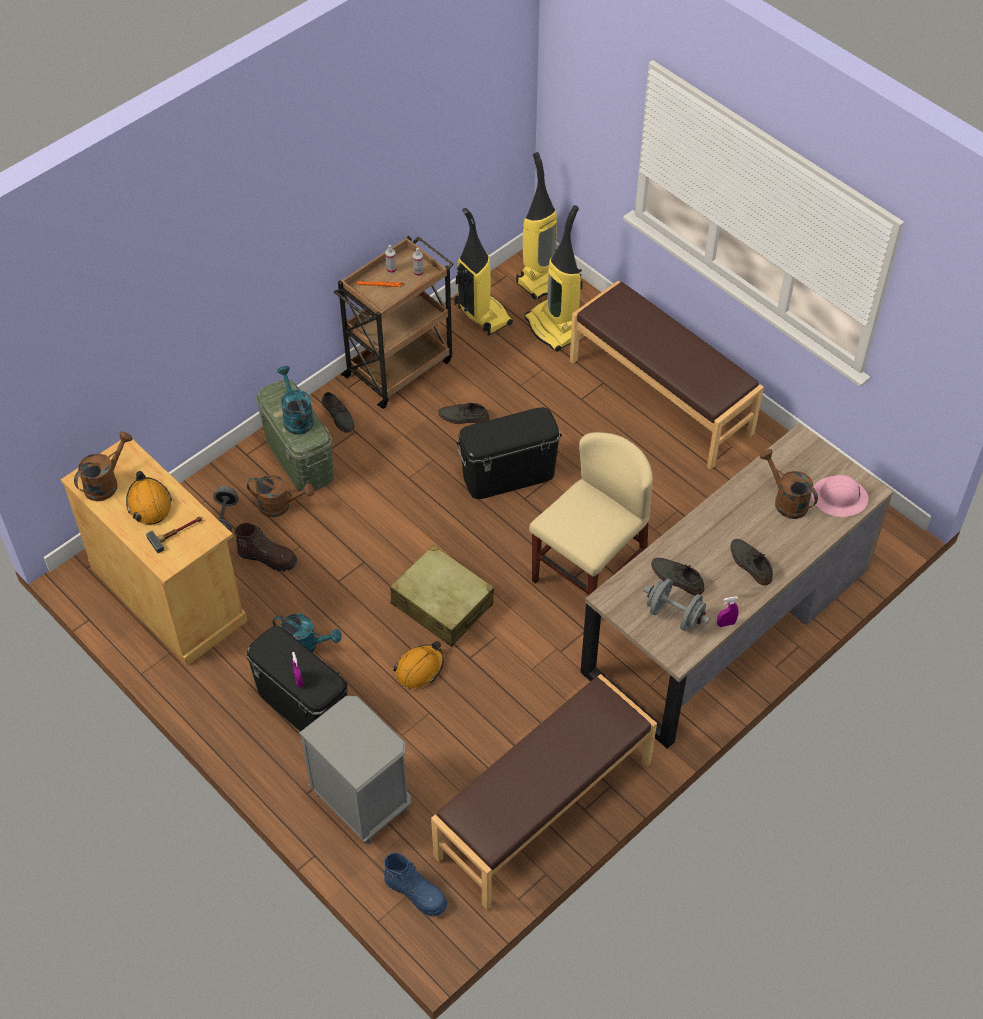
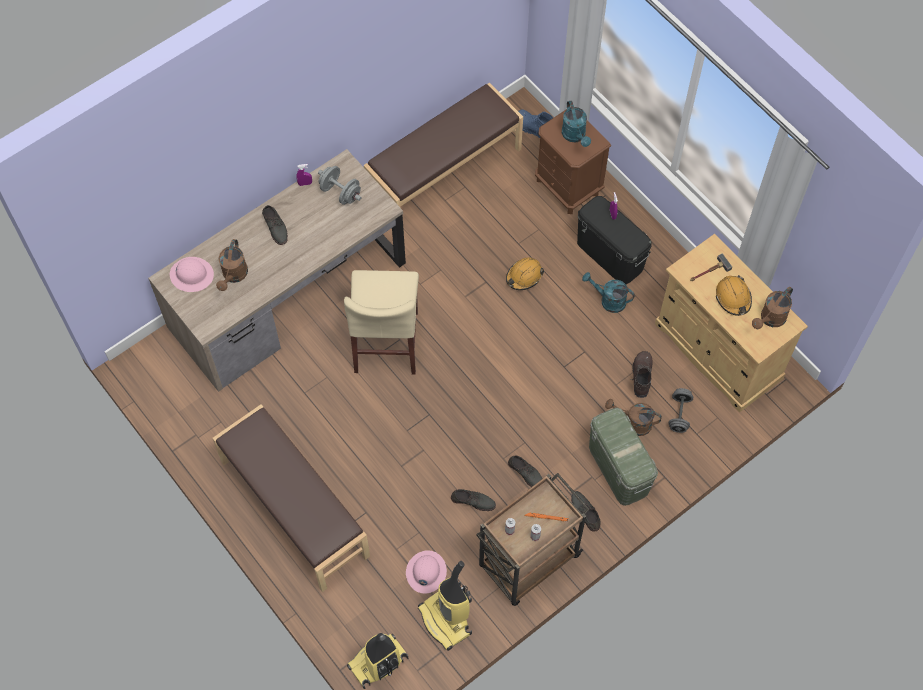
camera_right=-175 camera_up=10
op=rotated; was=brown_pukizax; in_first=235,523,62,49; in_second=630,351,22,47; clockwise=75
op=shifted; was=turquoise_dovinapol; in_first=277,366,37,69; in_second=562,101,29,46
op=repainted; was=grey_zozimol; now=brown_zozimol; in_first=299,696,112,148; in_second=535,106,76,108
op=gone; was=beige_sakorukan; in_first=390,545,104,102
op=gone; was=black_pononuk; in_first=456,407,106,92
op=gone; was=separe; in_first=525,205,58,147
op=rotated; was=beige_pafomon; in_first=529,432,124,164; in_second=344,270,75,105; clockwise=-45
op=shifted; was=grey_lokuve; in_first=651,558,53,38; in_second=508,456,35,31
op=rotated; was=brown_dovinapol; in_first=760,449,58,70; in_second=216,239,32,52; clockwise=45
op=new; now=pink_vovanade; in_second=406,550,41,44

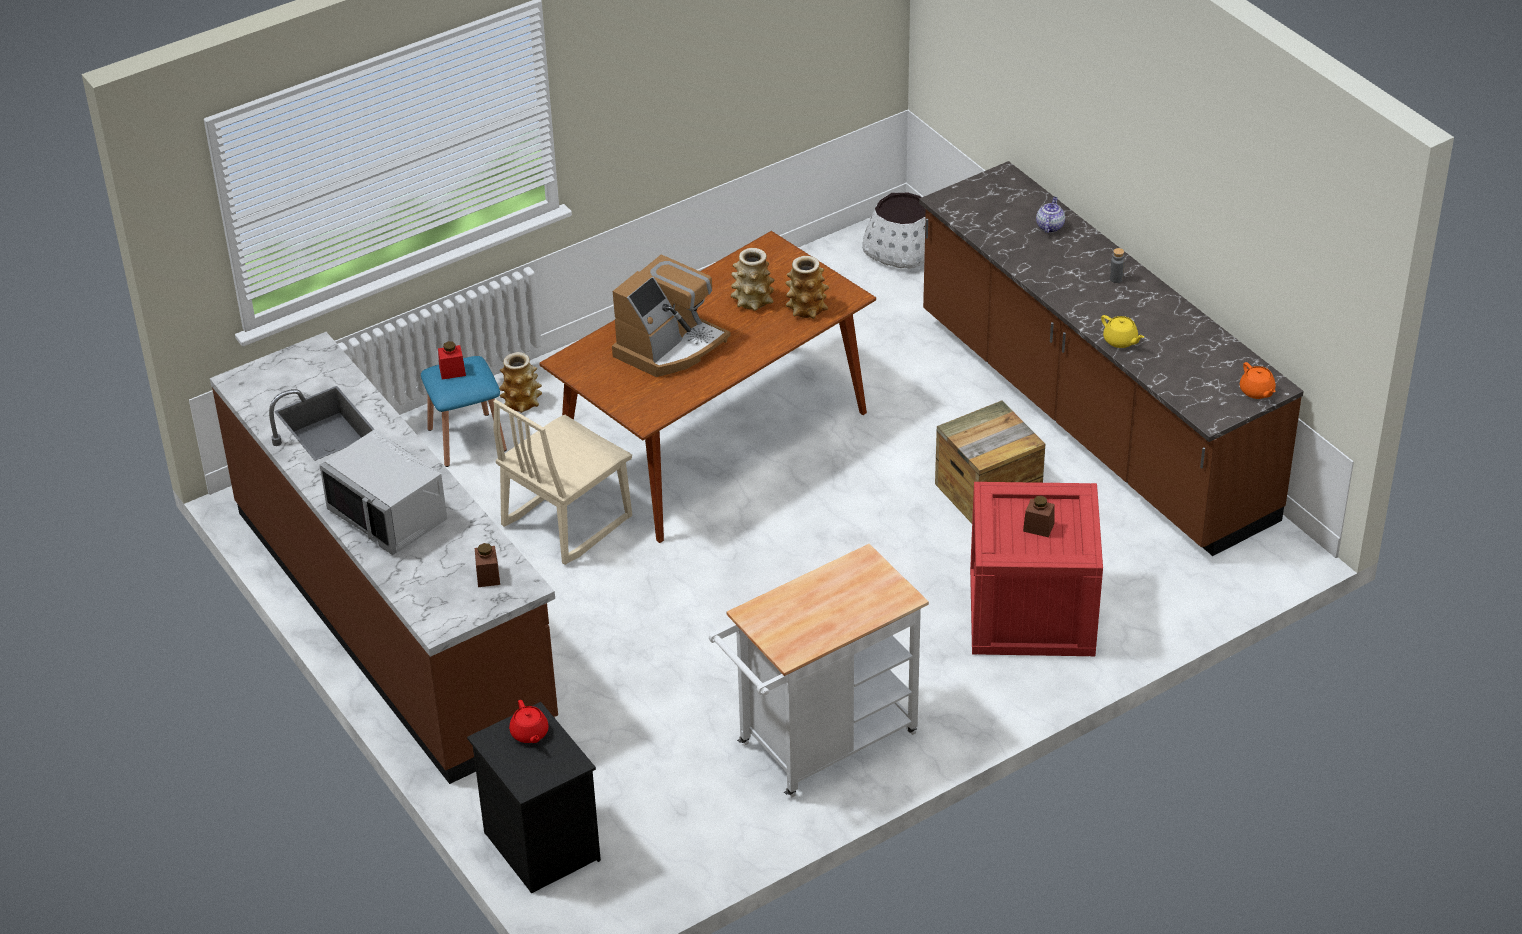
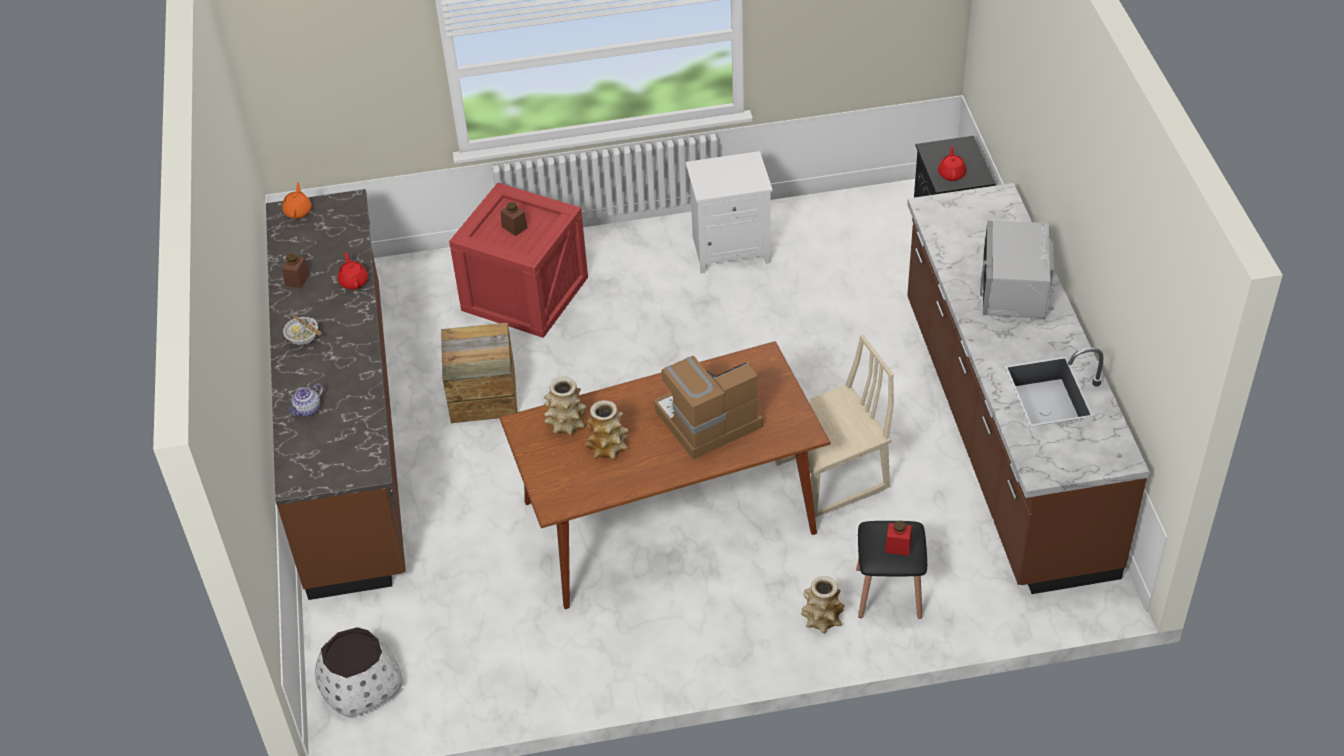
camera_right=-155 camera_up=5
op=rotated; was=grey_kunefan; in_first=319,429,128,126; in_second=980,220,74,99; clockwise=-150
op=repainted; was=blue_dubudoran; now=black_dubudoran; in_first=421,356,86,111; in_second=856,521,71,98
op=shifted; was=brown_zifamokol; in_first=475,543,25,44; in_second=282,253,28,35
op=swapped; was=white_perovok; now=white_zozimol; in_first=709,544,220,253; in_second=686,151,87,123
op=repainted; was=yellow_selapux; now=red_selapux; in_first=1101,315,43,33; in_second=338,252,30,37
op=swapped; was=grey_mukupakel; now=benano; in_first=1110,248,15,35; in_second=283,314,39,31

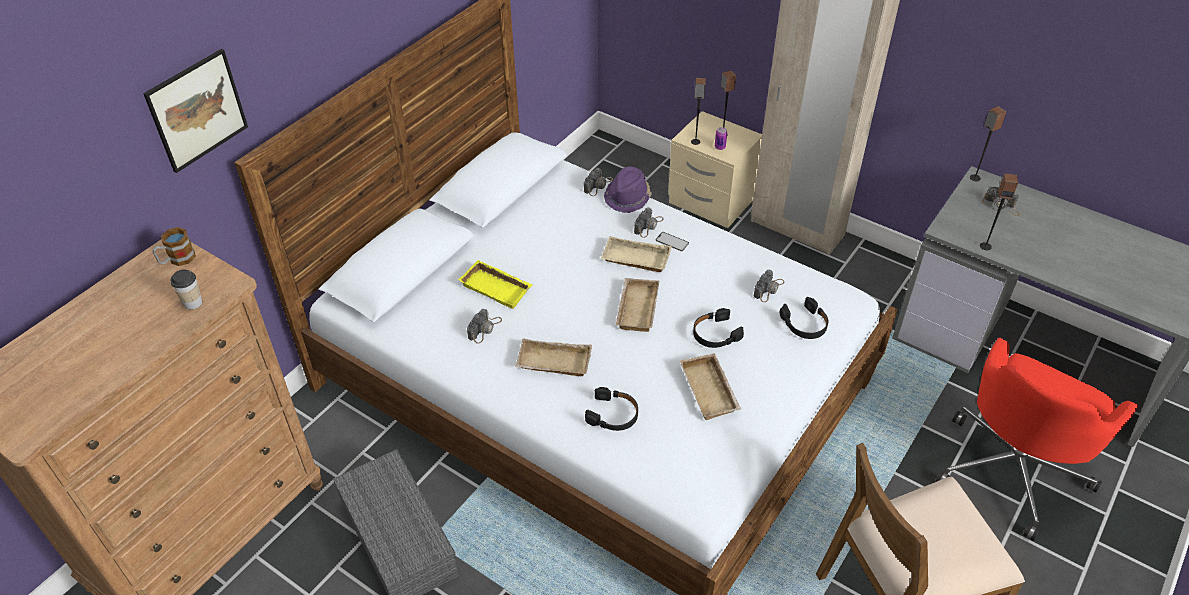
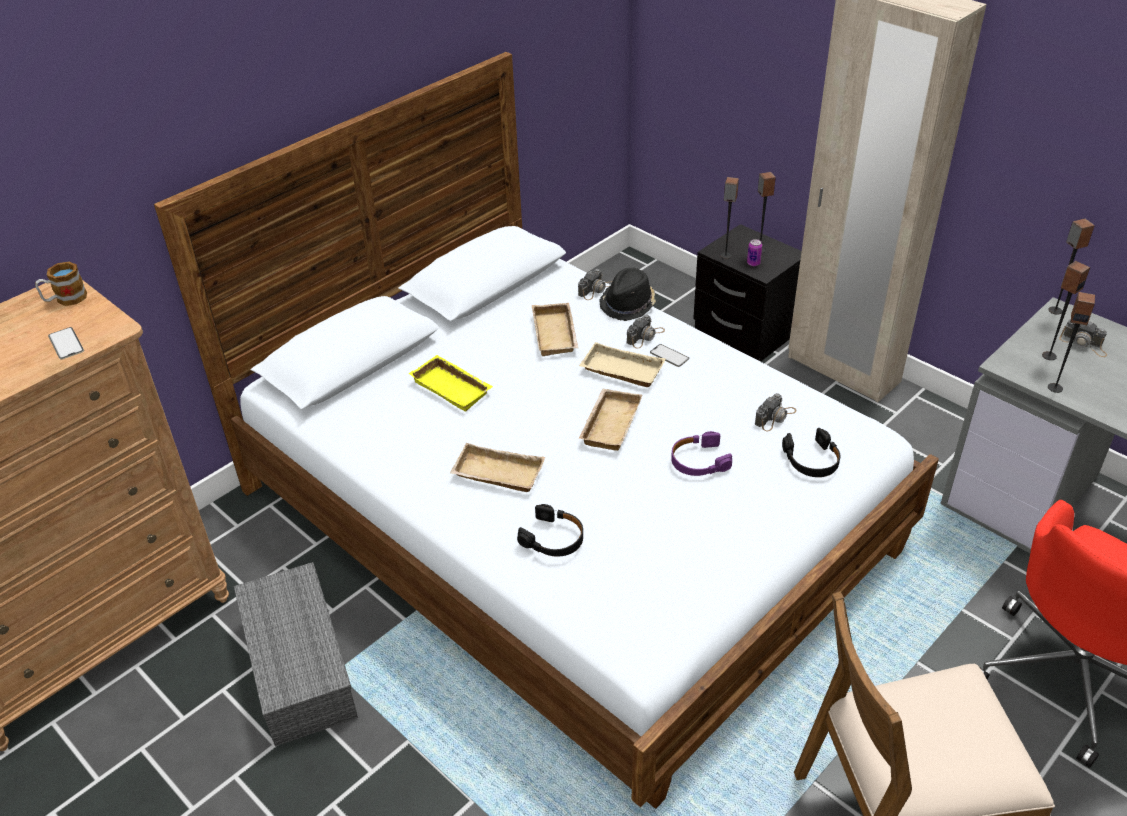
camera_right=10 camera_up=-5
op=gone; was=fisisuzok; in_first=143,49,105,124
op=swapped; was=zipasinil; now=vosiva; in_first=171,269,31,41; in_second=48,327,36,33
op=gone; was=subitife; in_first=467,309,35,35
op=repainted; was=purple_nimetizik; now=black_nimetizik; in_first=604,166,48,47; in_second=600,268,56,53
op=repainted; was=beige_zozimol; now=black_zozimol; in_first=668,111,94,117; in_second=693,224,109,138
op=shifted; was=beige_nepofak; in_first=680,353,61,67; in_second=532,303,47,53
op=repainted; was=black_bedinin; now=purple_bedinin; in_first=693,308,51,40; in_second=671,431,61,45
op=new; now=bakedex; in_second=1042,261,48,99

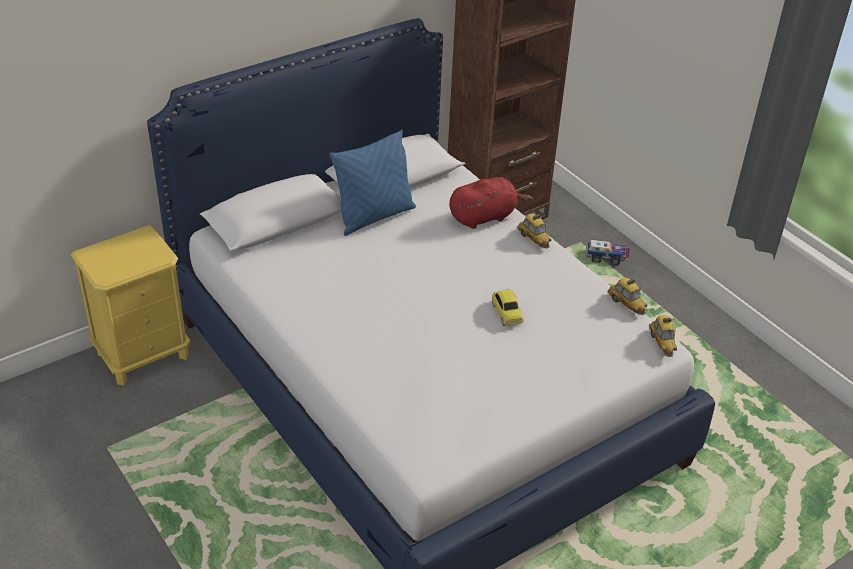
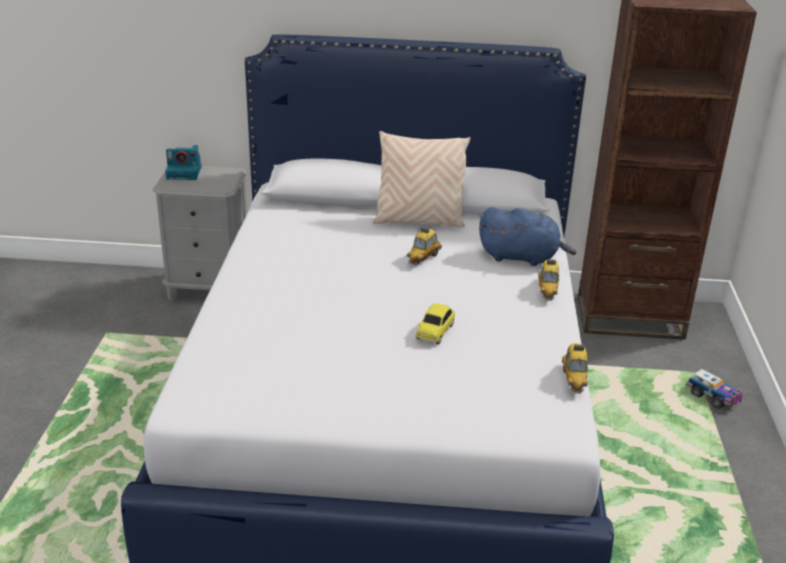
camera_right=40 camera_up=-10
op=repainted; was=yellow_zozimol; now=grey_zozimol; in_first=71,225,119,160; in_second=152,166,95,135
op=repainted; was=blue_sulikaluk; now=beige_sulikaluk; in_first=329,130,87,106; in_second=373,131,98,97
op=repainted; was=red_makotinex; now=blue_makotinex; in_first=449,177,84,52; in_second=479,207,97,59
op=shifted; was=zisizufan; in_first=649,315,28,42; in_second=407,227,35,38
op=new; now=subitife; in_second=165,145,37,35

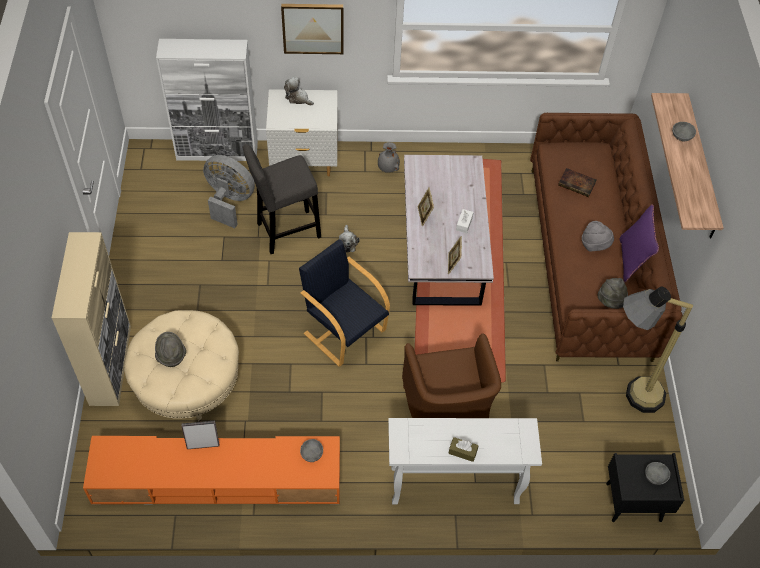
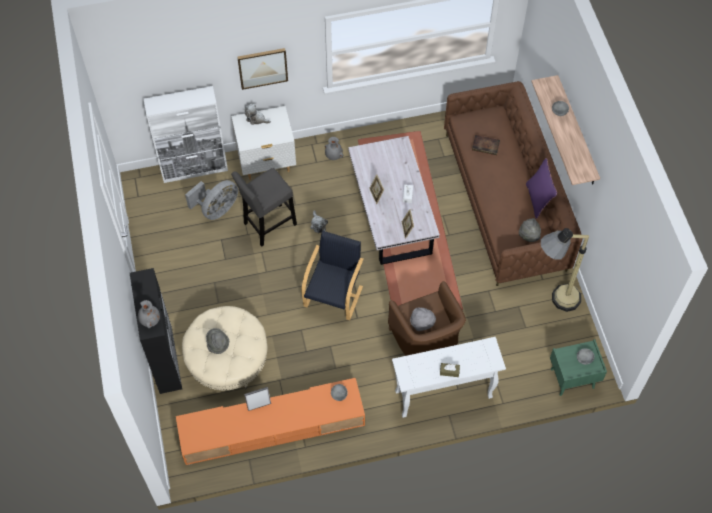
camera_right=-10 camera_up=5
op=repainted; was=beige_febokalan; now=black_febokalan; in_first=52,232,79,174; in_second=130,268,52,126
op=rotated; was=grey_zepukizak; in_first=203,155,52,73; in_second=185,180,53,40; clockwise=120
op=rotated; was=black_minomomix; in_first=299,239,91,128; in_second=301,231,63,89; clockwise=75
op=shifted; was=grey_nimetizik; in_first=582,221,32,31; in_second=410,308,26,23
op=repainted; was=black_zozimol; now=green_zozimol; in_first=606,453,78,69; in_second=550,339,57,57
op=new; now=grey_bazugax; in_second=138,300,22,28

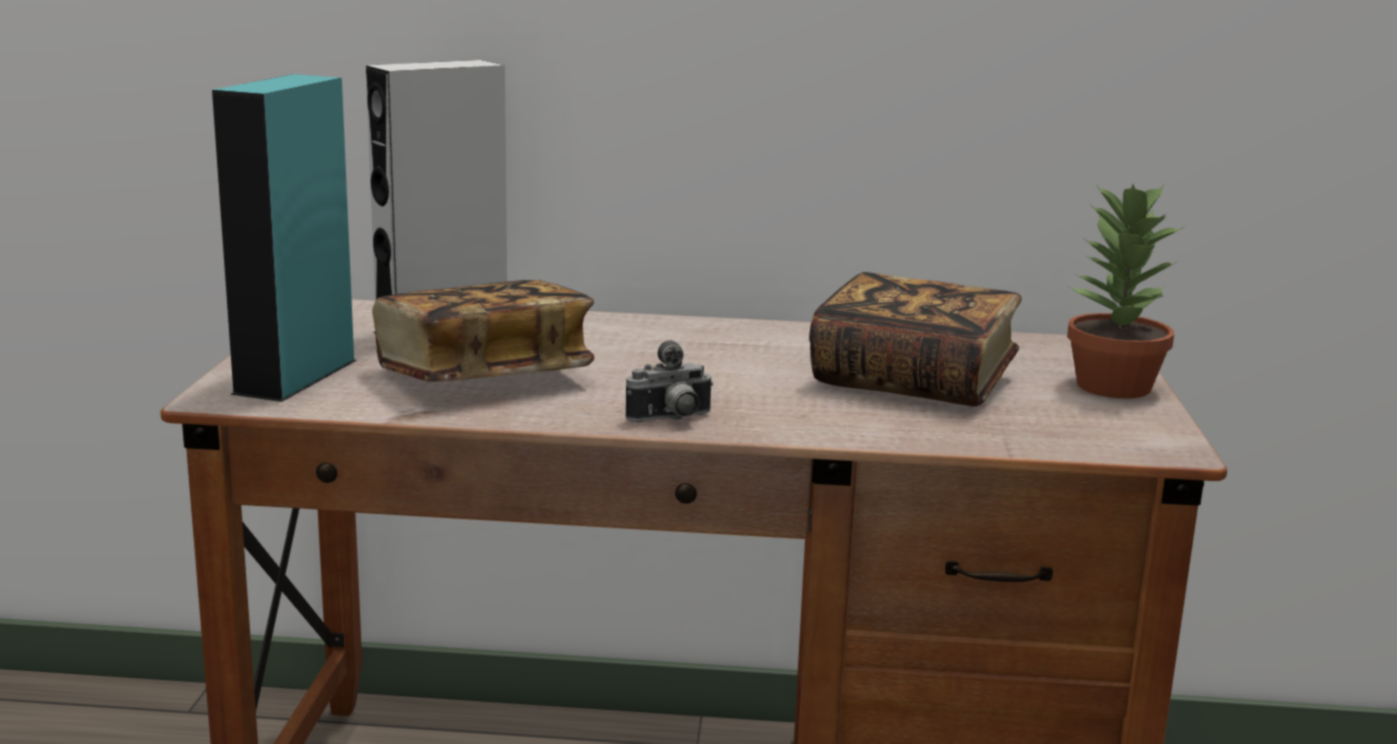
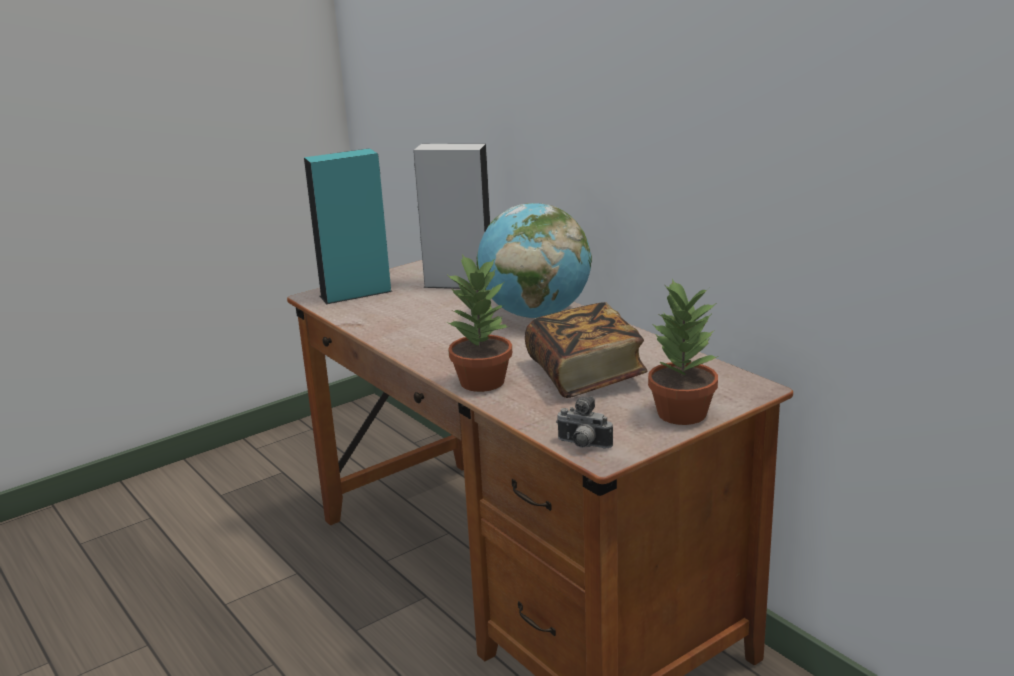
camera_right=50 camera_up=5
op=gone; was=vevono; in_first=372,280,223,102
op=shifted; was=subitife; in_first=625,340,89,82; in_second=556,396,57,53
op=new; now=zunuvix; in_second=446,254,66,138
op=new; now=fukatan; in_second=477,203,115,115

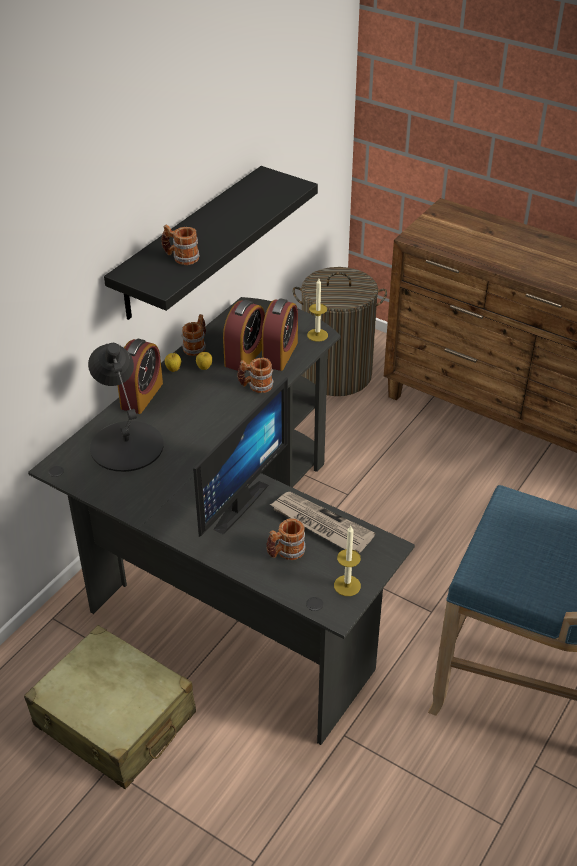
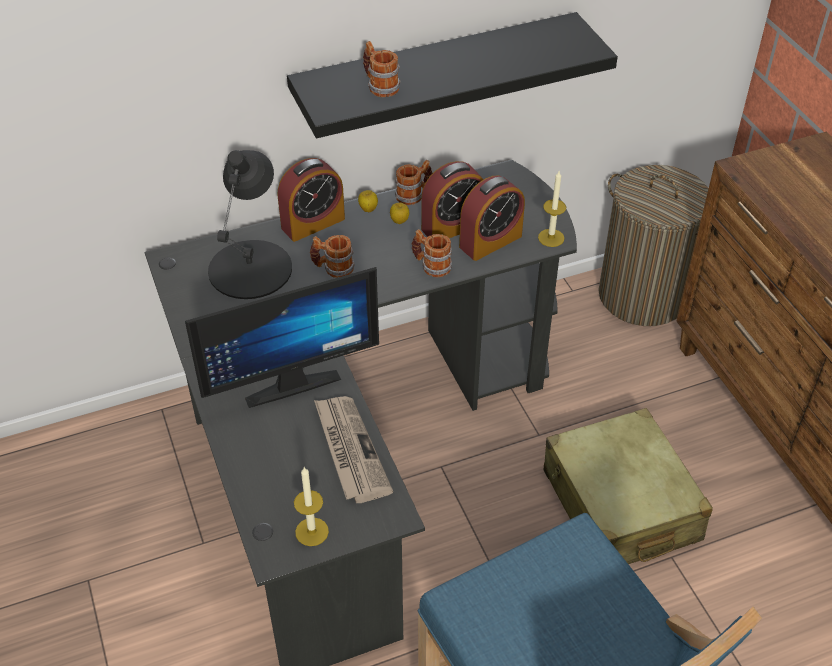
camera_right=35 camera_up=5
op=shifted; was=beige_sakorukan; in_first=24,625,172,164; in_second=544,408,169,156
op=shifted; was=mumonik; in_first=266,518,39,42; in_second=310,235,45,43

